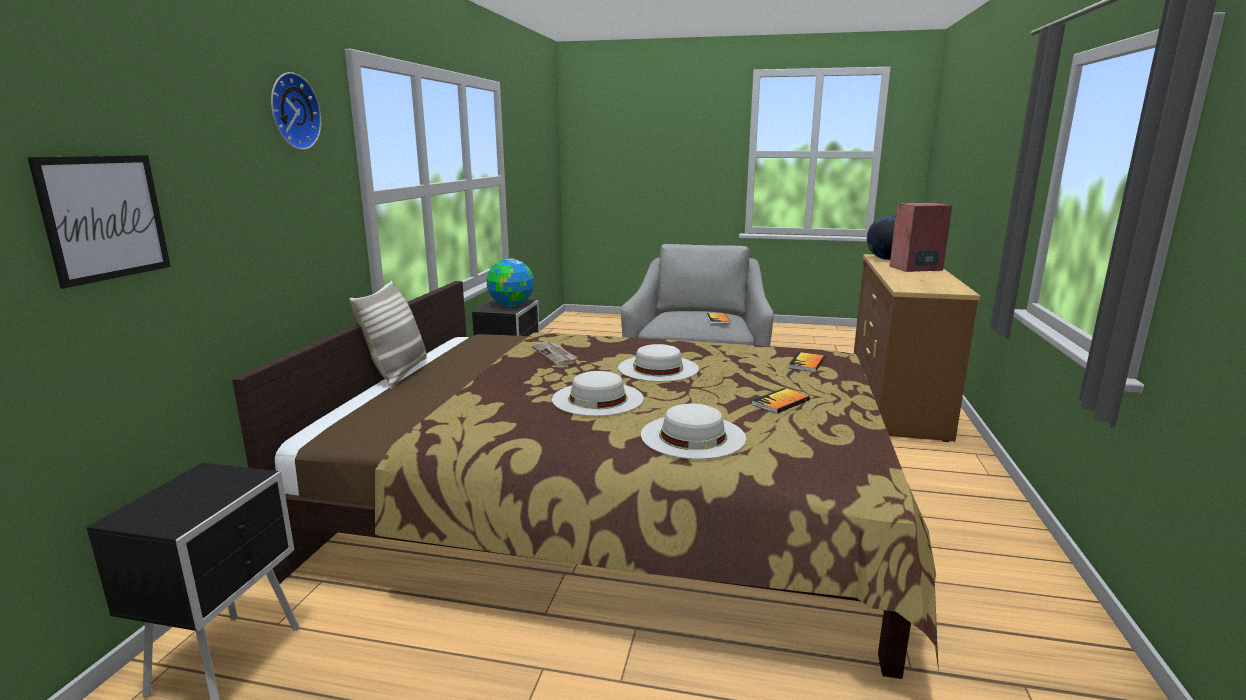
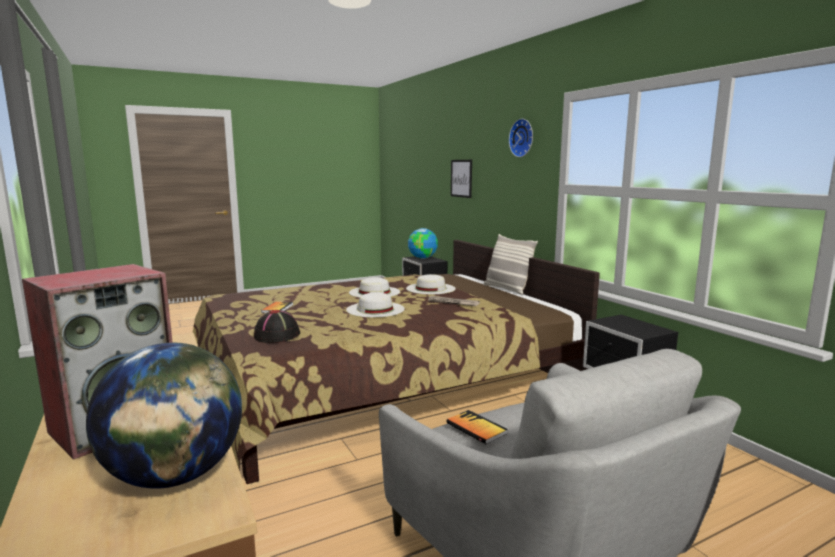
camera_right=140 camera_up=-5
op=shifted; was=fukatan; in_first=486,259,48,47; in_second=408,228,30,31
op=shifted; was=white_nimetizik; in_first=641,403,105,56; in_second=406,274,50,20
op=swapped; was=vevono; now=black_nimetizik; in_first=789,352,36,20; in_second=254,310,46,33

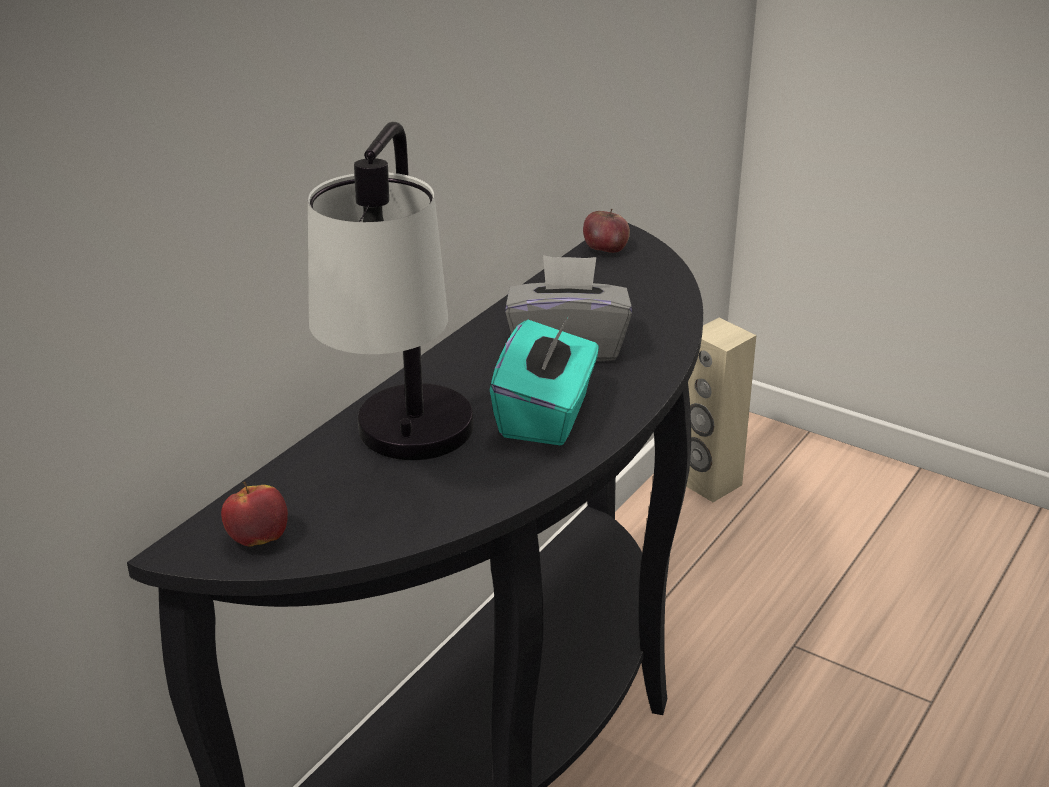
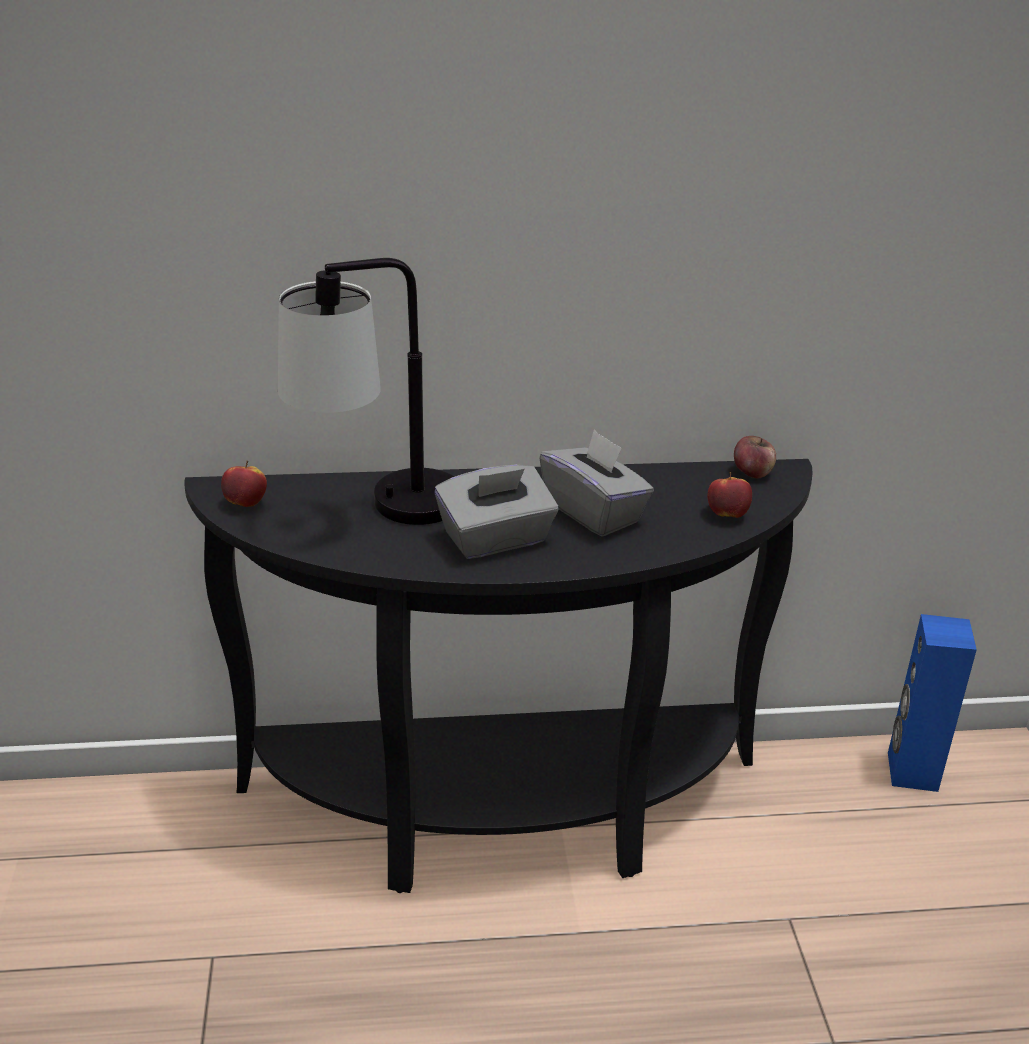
camera_right=50 camera_up=0
op=repainted; was=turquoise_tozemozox; now=grey_tozemozox; in_first=490,315,109,131; in_second=435,465,123,94
op=repainted; was=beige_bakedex; now=blue_bakedex; in_first=686,318,70,184; in_second=888,614,89,178
op=new; now=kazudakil; in_second=708,472,44,46

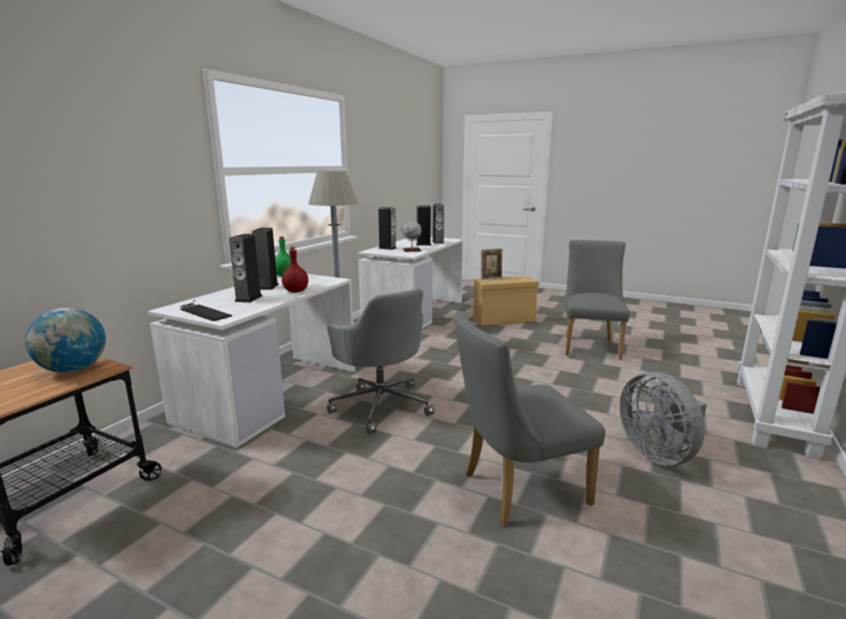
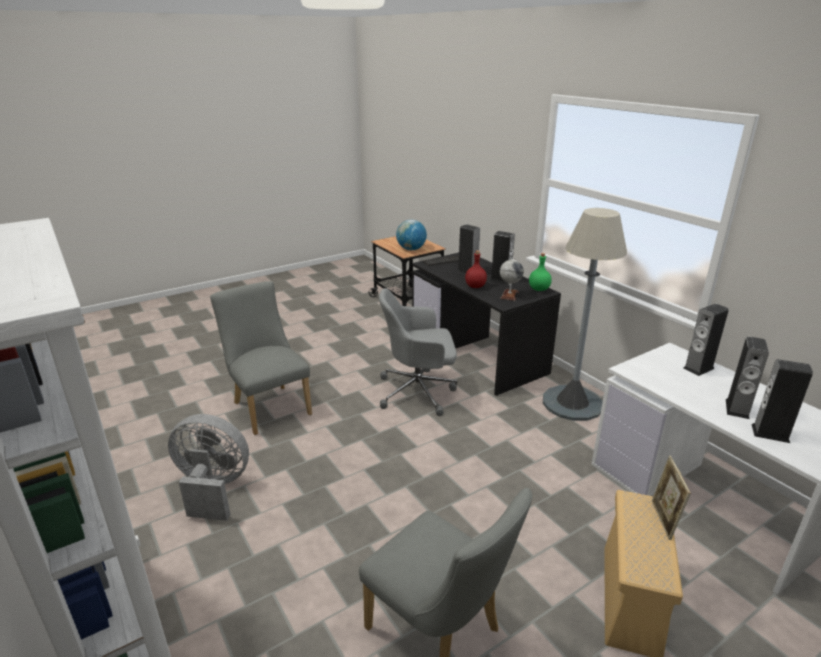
camera_right=120 camera_up=10
op=repainted; was=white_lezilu; now=black_lezilu; in_first=148,274,207,174; in_second=412,252,149,144
op=shifted; was=fukatan; in_first=401,220,20,32; in_second=500,257,24,44
op=rotated; was=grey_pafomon; in_first=454,311,151,215; in_second=210,281,102,154; clockwise=-45

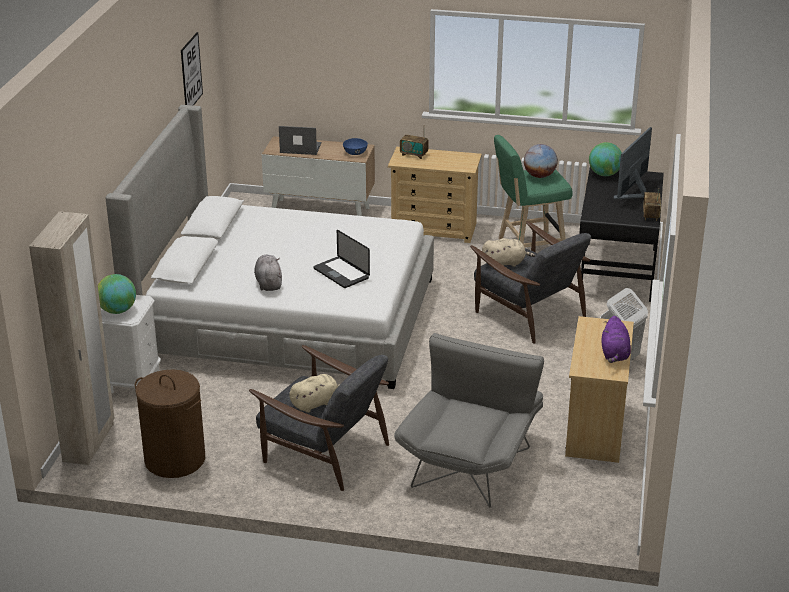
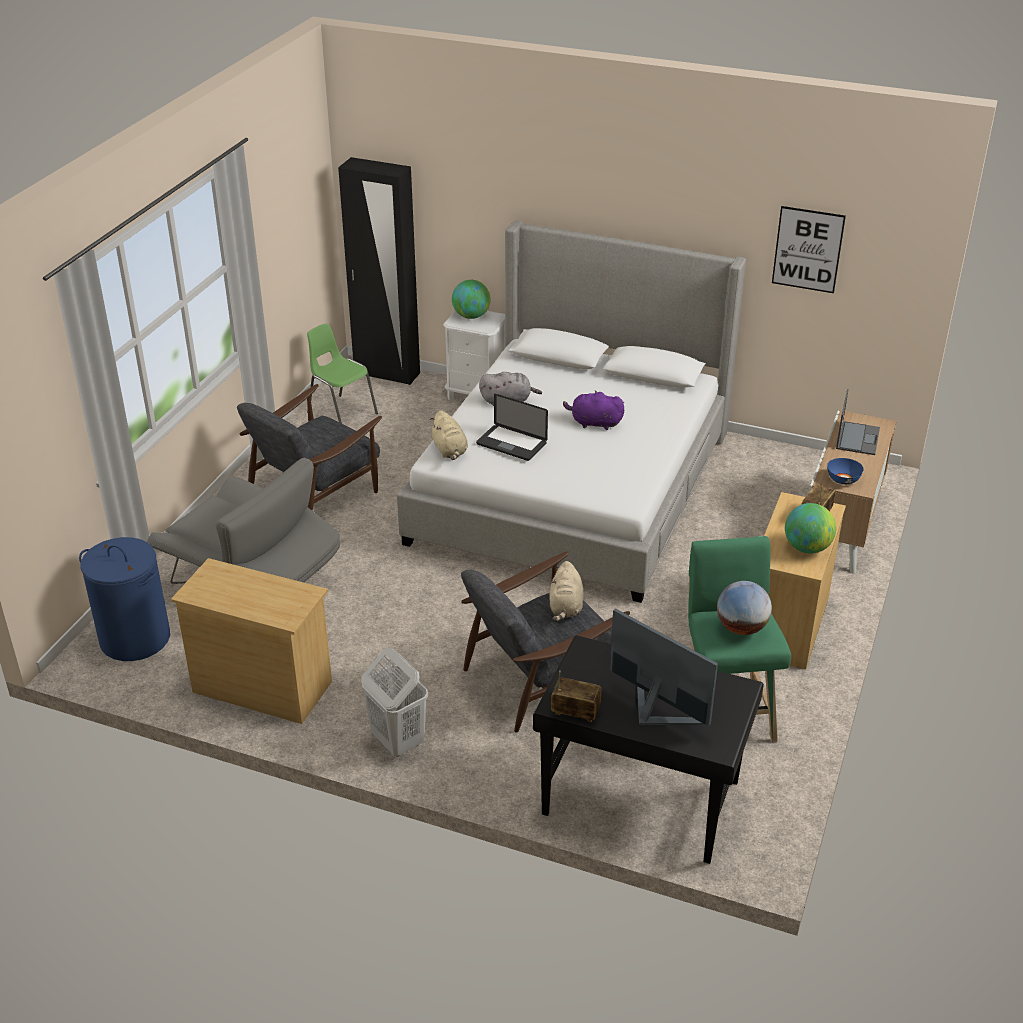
camera_right=100 camera_up=5
op=repainted; was=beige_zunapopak; now=black_zunapopak; in_first=29,211,86,254; in_second=338,157,82,228
op=swapped; was=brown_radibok; now=green_pafomon; in_first=135,369,70,109; in_second=307,323,71,100
op=shifted; was=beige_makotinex; in_first=289,374,50,39; in_second=430,410,38,50
op=rotated; was=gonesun; in_first=313,230,57,58; in_second=476,394,72,67; clockwise=-120
op=shifted; was=fukatan; in_first=589,142,33,34; in_second=785,503,51,50
op=shifted; was=purple_makotinex; in_first=602,316,29,47; in_second=563,391,61,39
op=new; now=blue_radibok; in_second=79,537,91,124

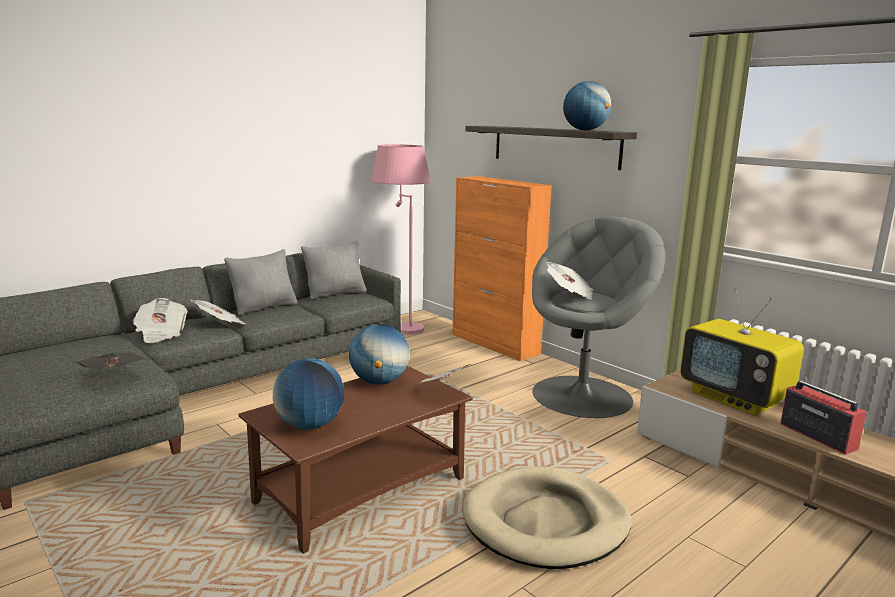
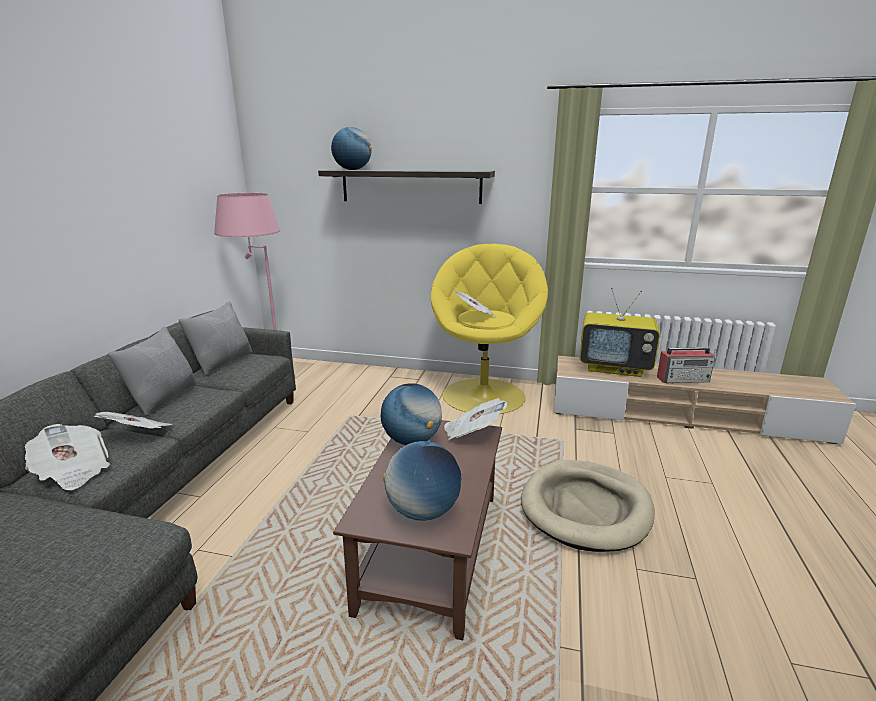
camera_right=-35 camera_up=5
op=gone; was=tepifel; in_first=73,353,71,15
op=gone; was=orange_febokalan; in_first=453,176,99,185
op=repainted; was=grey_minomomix; now=yellow_minomomix; in_first=532,217,133,201; in_second=431,244,117,170
op=shifted; was=fukatan; in_first=563,81,48,50; in_second=331,127,41,43
op=rotated; was=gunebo; in_first=780,375,87,80; in_second=657,347,59,36; clockwise=150

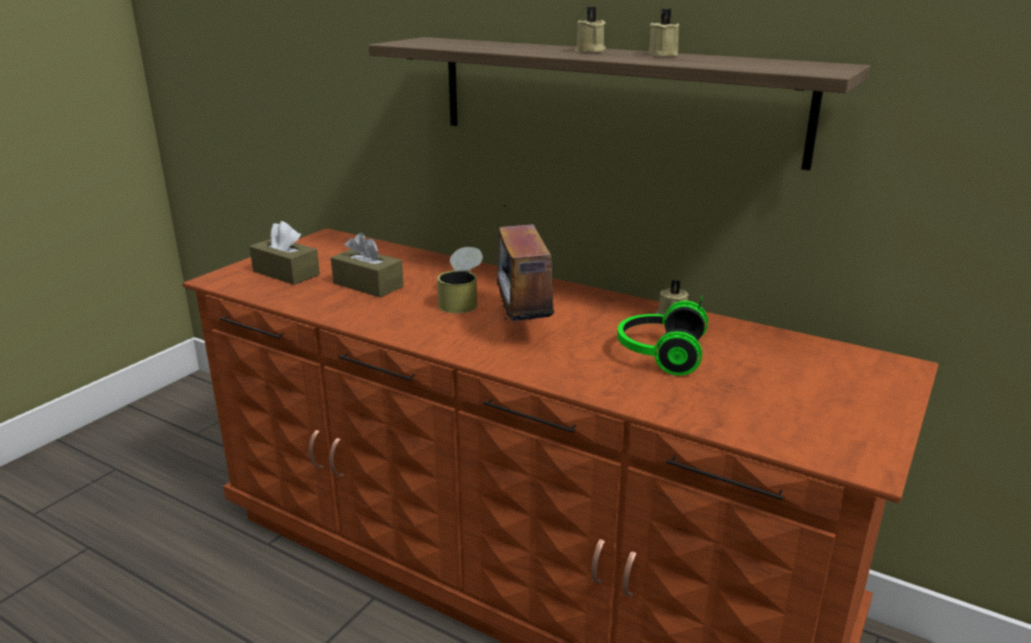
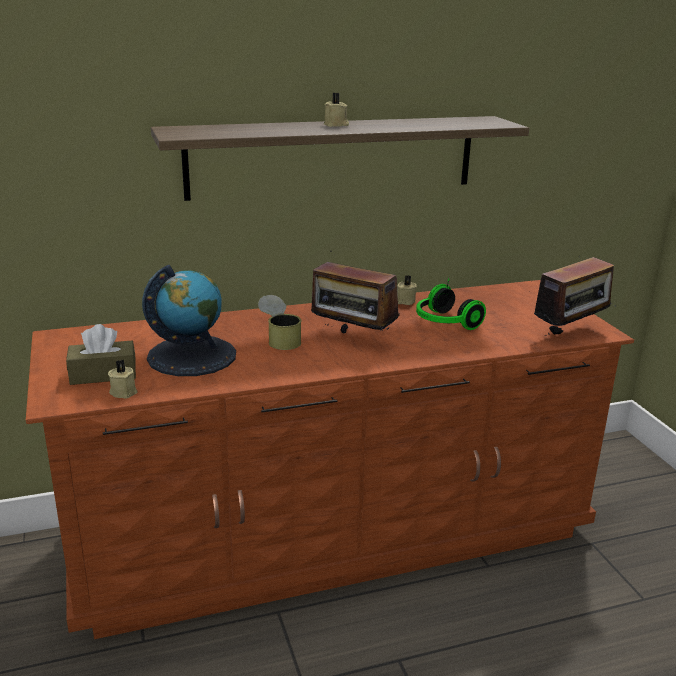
camera_right=-50 camera_up=0
op=swapped; was=brown_tozemozox; now=fukatan; in_first=331,233,73,64; in_second=142,265,94,111
op=shifted; was=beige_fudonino; in_first=648,9,31,47; in_second=108,360,30,38
op=new; now=gunebo; in_second=530,257,86,79

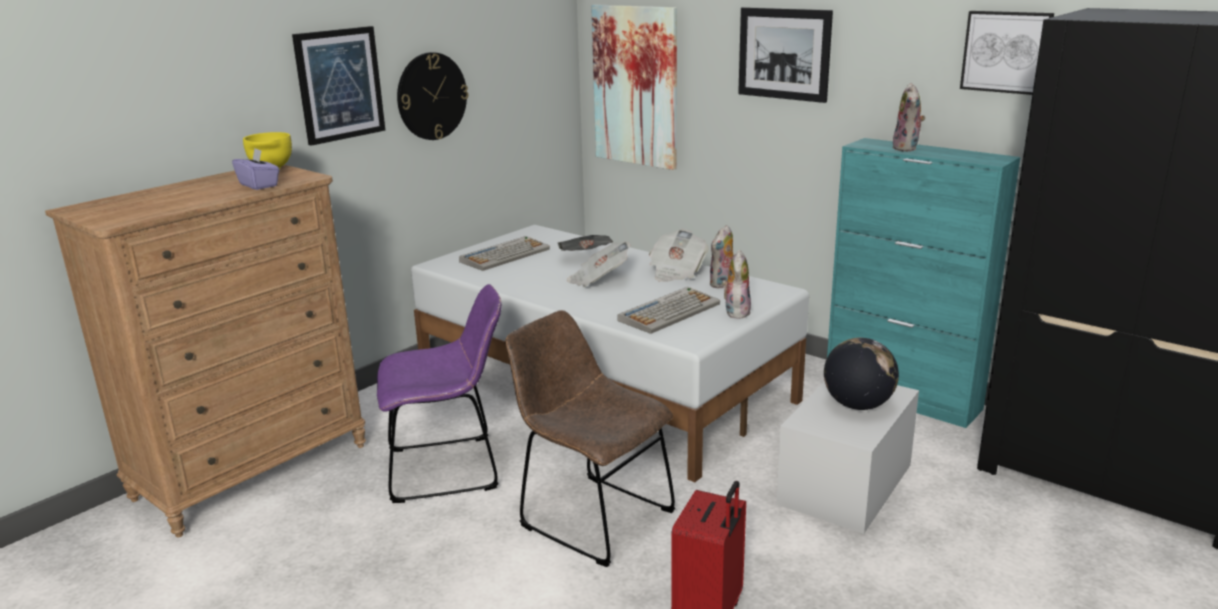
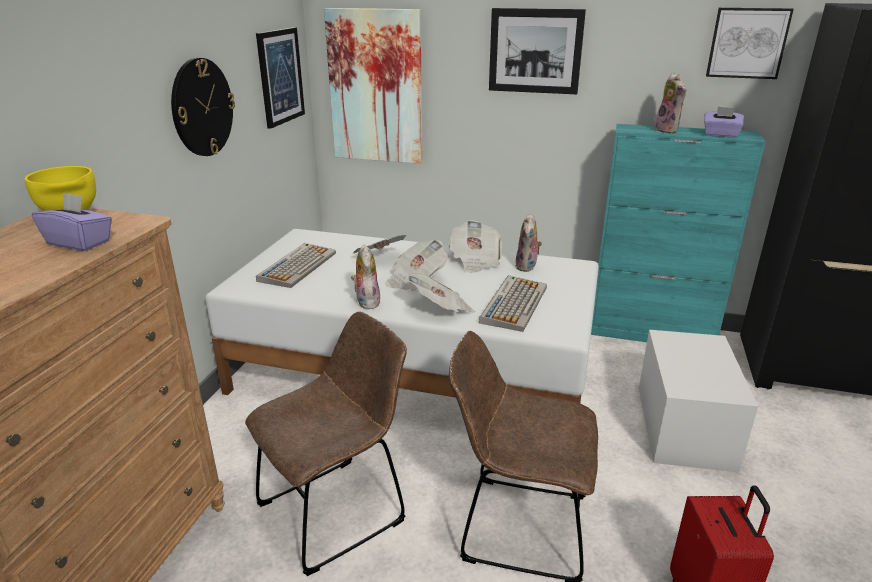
camera_right=-25 camera_up=5
op=shifted; was=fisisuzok; in_first=292,26,93,120; in_second=256,27,49,102
op=repainted; was=purple_pafomon; now=brown_pafomon; in_first=377,284,125,219; in_second=245,311,162,265
op=shifted; was=makotinex; in_first=722,250,29,69; in_second=351,245,29,64
op=gone; was=fukatan; in_first=824,338,75,72
op=new; now=tepifel; in_second=405,273,70,39
op=new; now=purple_tozemozox; in_second=704,107,40,31

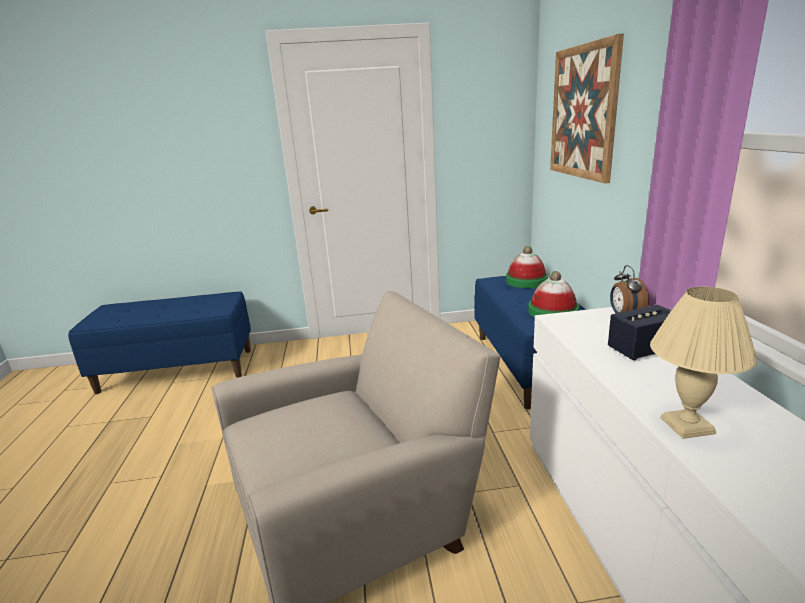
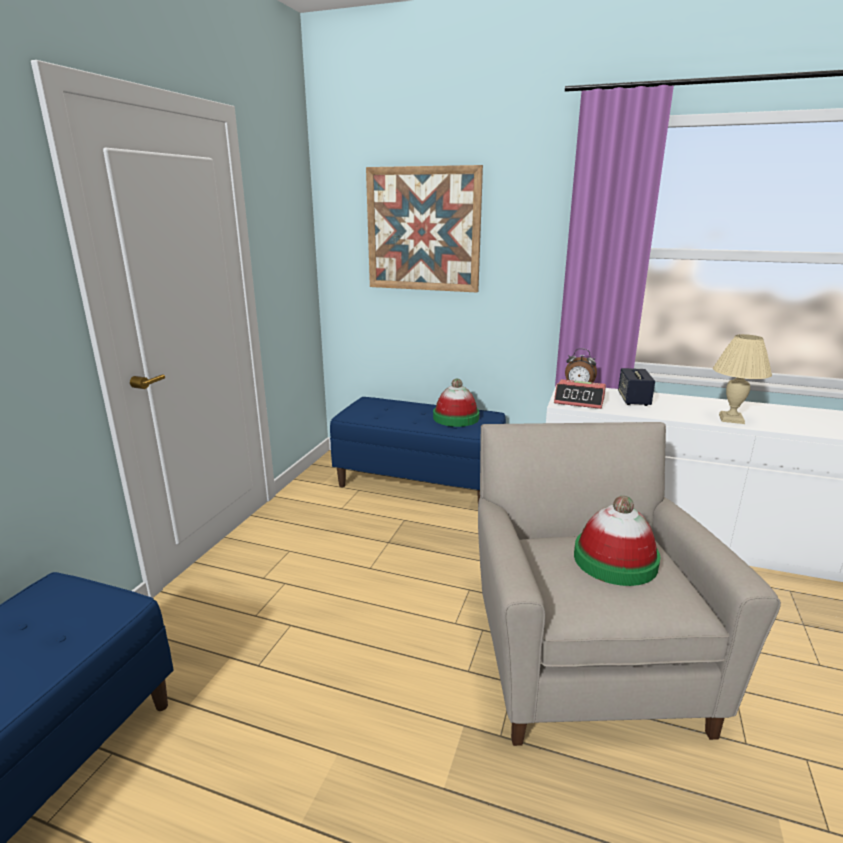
camera_right=-65 camera_up=0
op=shifted; was=nimetizik; in_first=506,246,42,42; in_second=574,496,87,90
op=new; now=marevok; in_second=554,379,52,30

